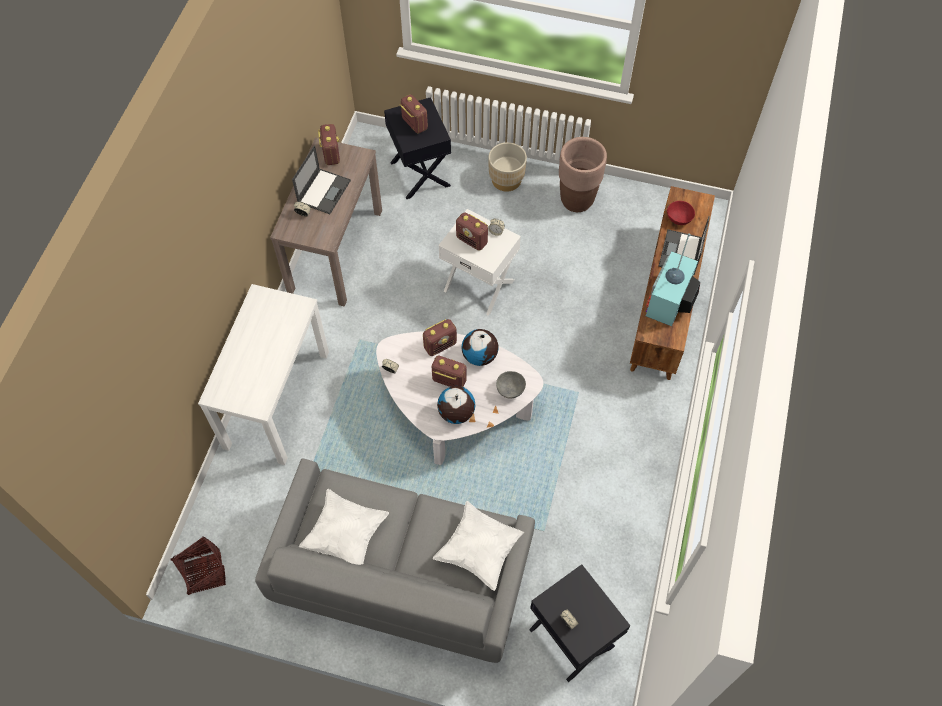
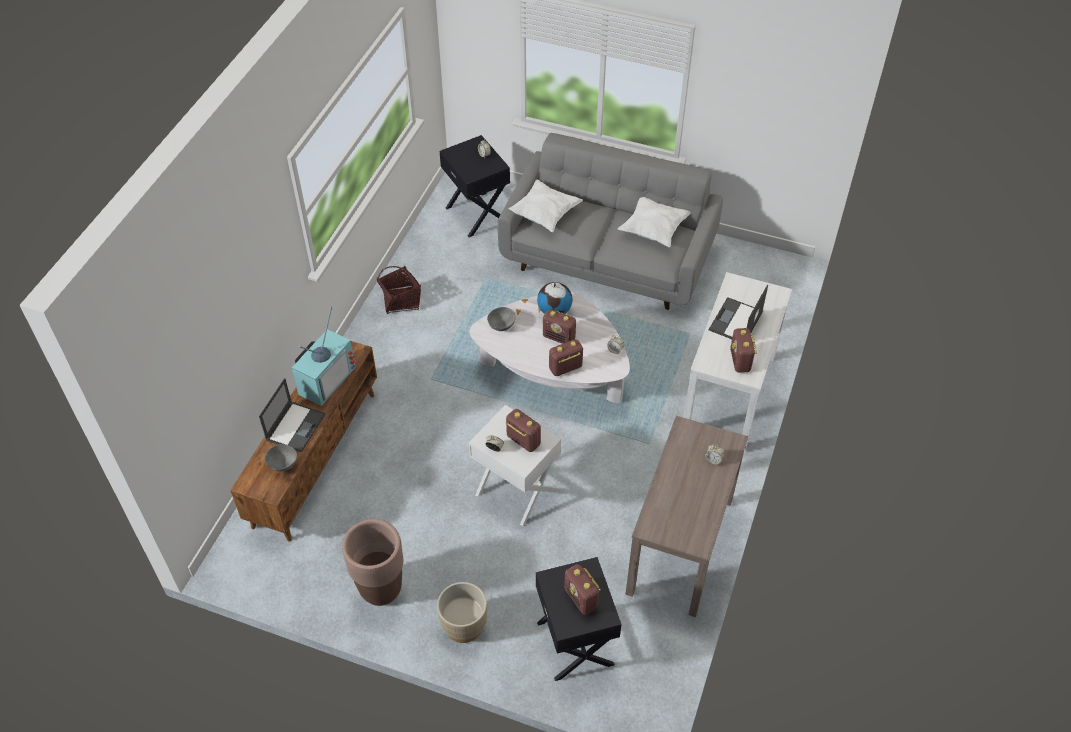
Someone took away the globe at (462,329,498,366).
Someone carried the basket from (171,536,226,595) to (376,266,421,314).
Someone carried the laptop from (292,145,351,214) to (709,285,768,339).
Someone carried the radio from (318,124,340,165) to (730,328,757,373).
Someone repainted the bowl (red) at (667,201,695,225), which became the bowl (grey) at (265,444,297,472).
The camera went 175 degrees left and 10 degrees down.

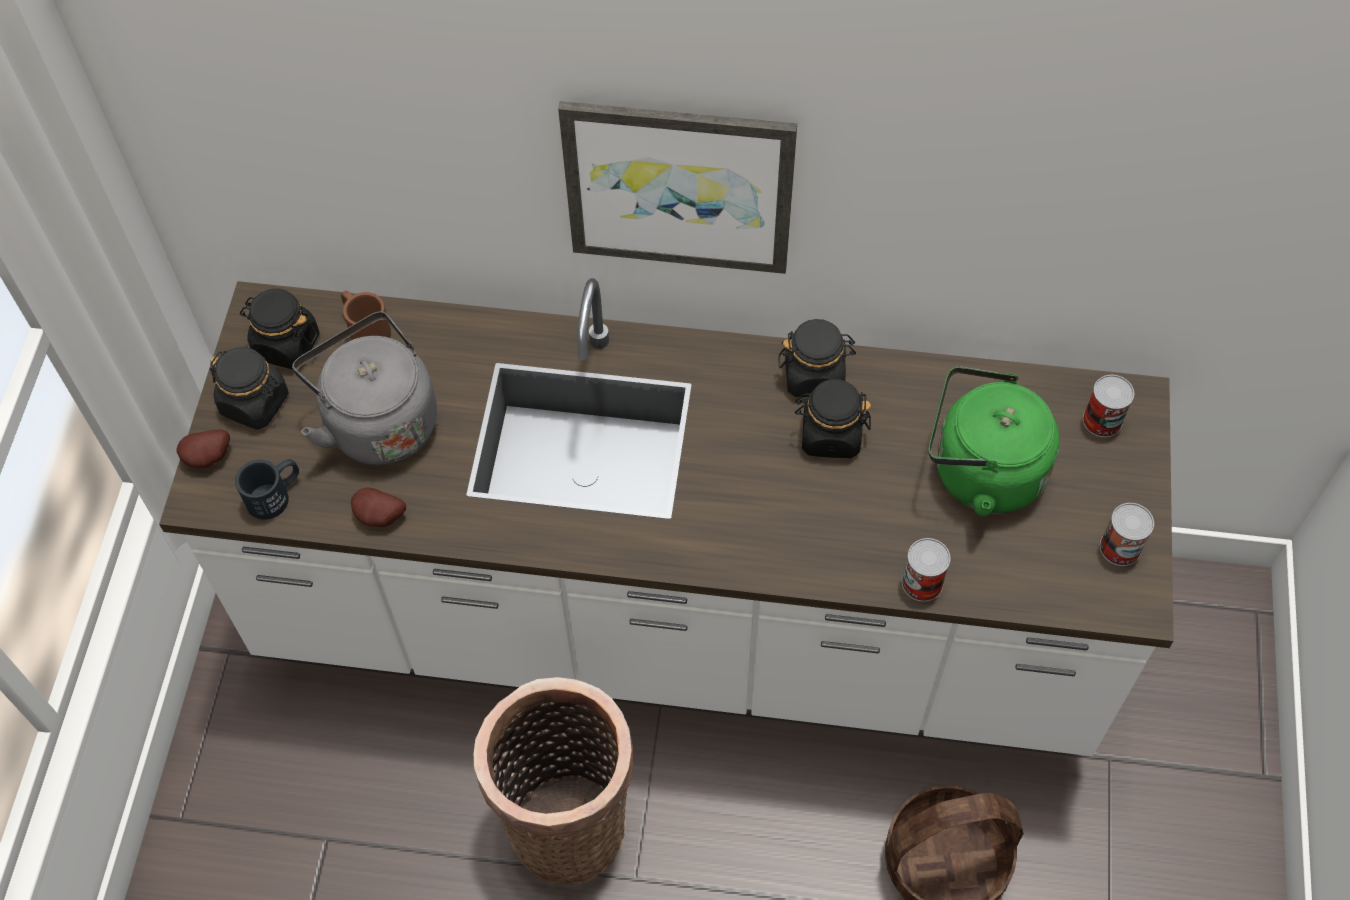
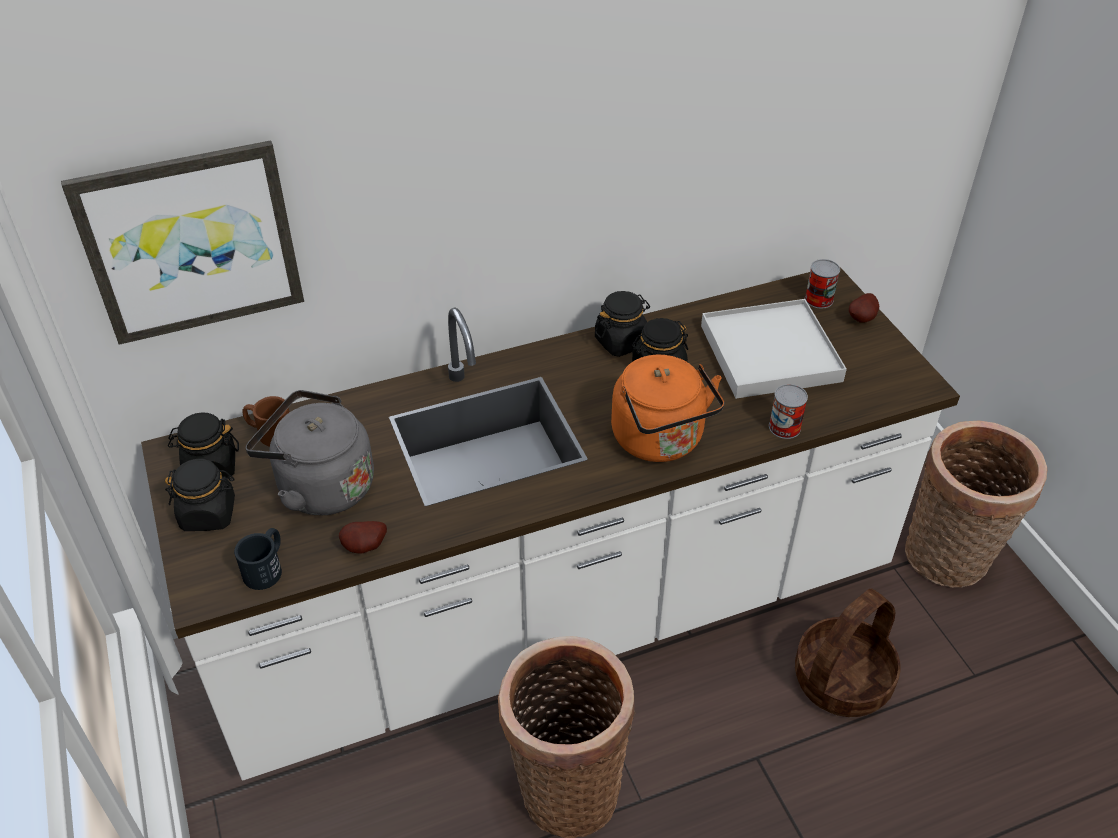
Someone took away the can at (1100,503,1154,566).
Someone put down the kettle (orange) at (611,355,724,462).
Someone put down the basket at (905,420,1047,587).
Someone carried the potato from (176,429,230,468) to (849,293,879,323).
Someone carried the picture from (558,101,797,274) to (61,140,304,345).
Someone swapped the kettle (green) at (928,366,1060,516) for the tray (white) at (701,299,847,399).
The camera went 30 degrees left and 15 degrees down.

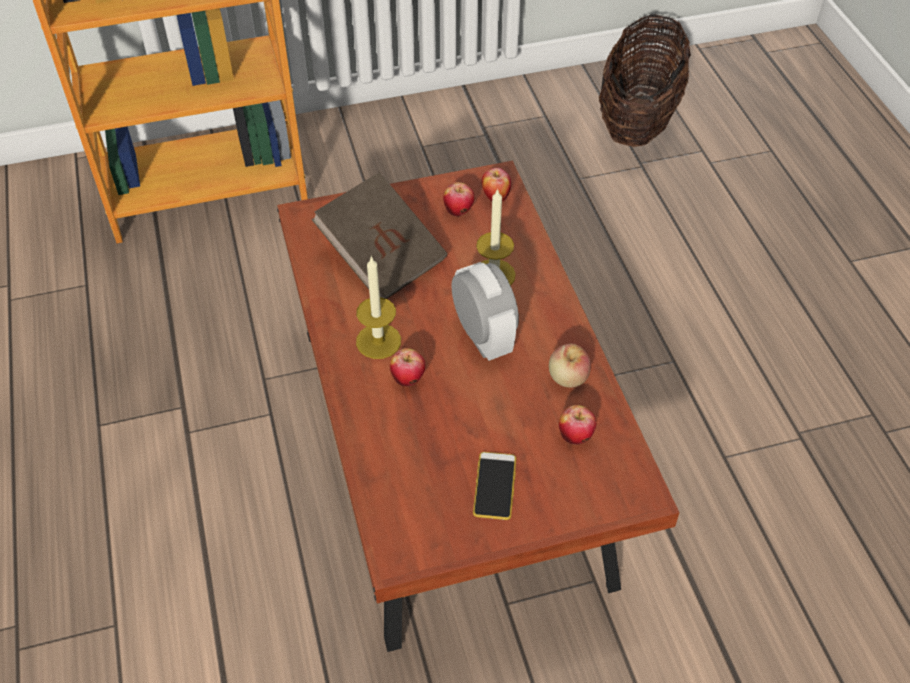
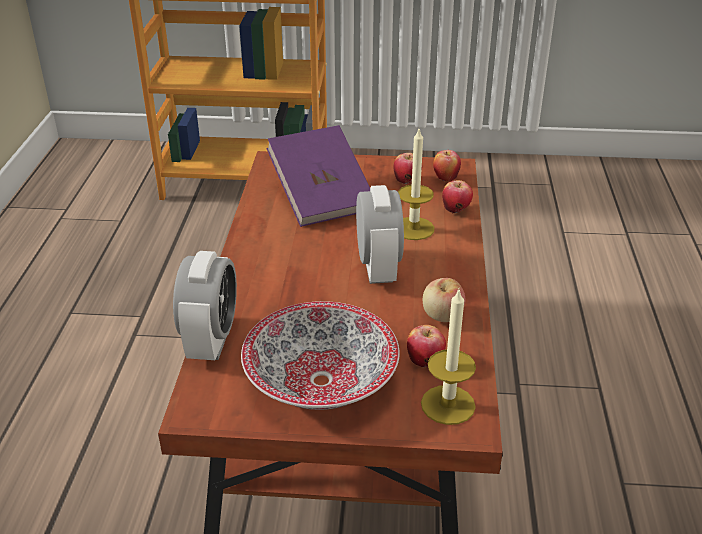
Someone took away the basket at (599,14,691,147).
Someone put down the alarm clock at (173,251,237,360).
Someone carried the candle from (356,256,401,359) to (421,290,476,425).
Someone carried the apple from (390,348,425,387) to (442,180,473,214).
Someone swapped the phone at (473,452,516,520) for the bowl at (241,301,400,410).
Someone repainted the book (brown) at (312,172,448,299), which became the book (purple) at (267,125,370,227).
The camera went 20 degrees right and 15 degrees down.

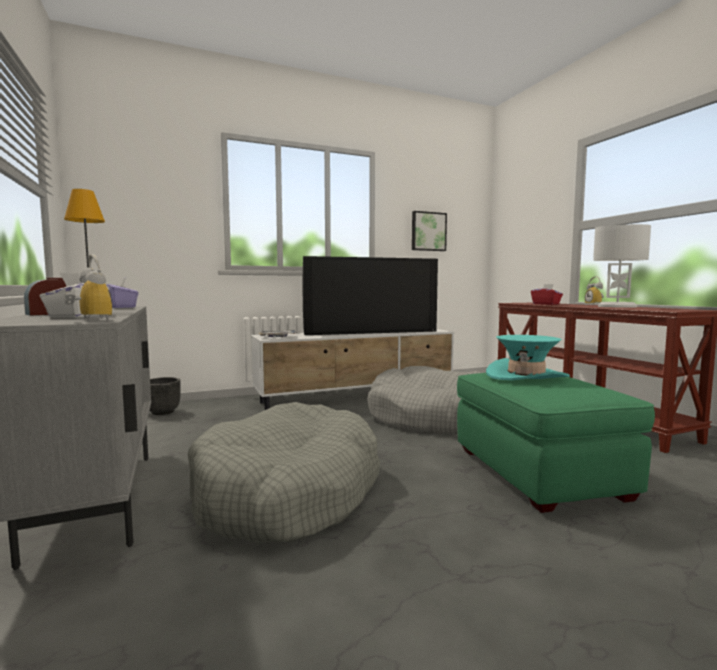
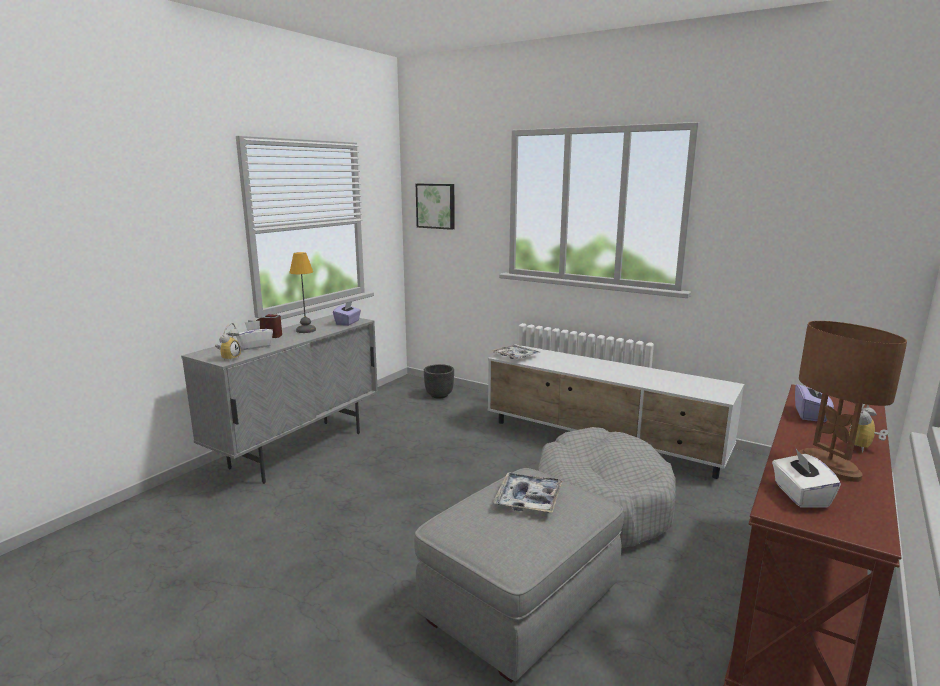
Someone took away the dog bed (grey) at (188,402,380,543).
Someone took away the television at (302,256,438,335).
Someone put down the tissue box (white) at (772,449,841,508).
Someone carried the picture from (412,211,447,251) to (416,184,455,230).
Someone swapped the hat (turquoise) at (486,335,570,380) for the tray at (493,472,563,513).
Someone repainted the ottoman (green) at (457,373,655,513), which became the ottoman (grey) at (414,468,624,683).
Someone repainted the tissue box (red) at (531,284,563,305), which became the tissue box (purple) at (795,384,834,422).
Someone repainted the table lamp (white) at (593,224,651,308), which became the table lamp (brown) at (799,321,907,482).
The camera went 55 degrees right and 10 degrees up.

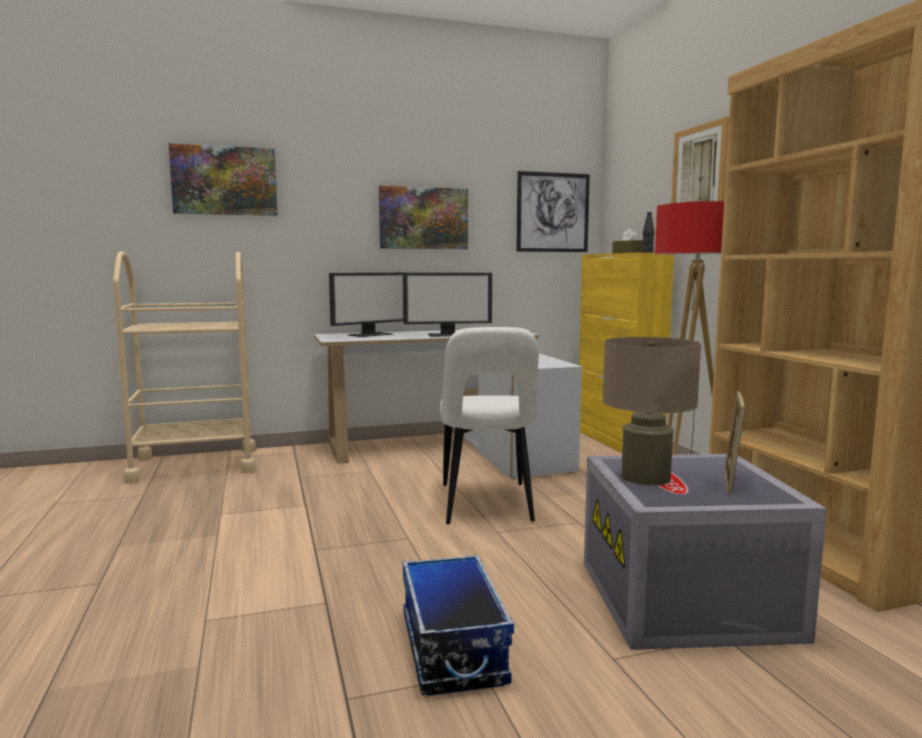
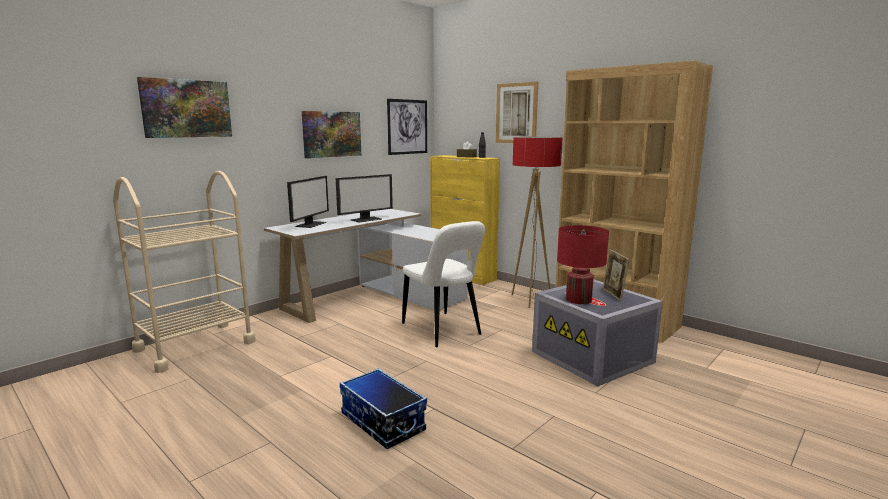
Someone carried the storage box from (403,555,514,696) to (340,368,427,449).
Someone repainted the table lamp (beige) at (602,337,701,486), which became the table lamp (red) at (557,225,609,304).
The camera went 30 degrees left and 5 degrees up.

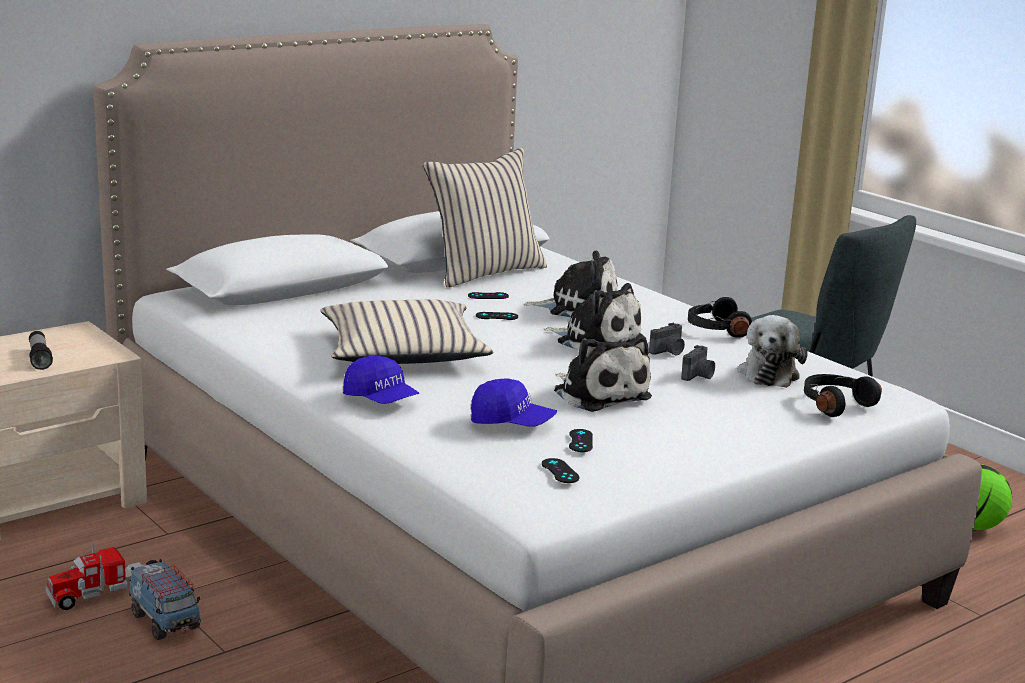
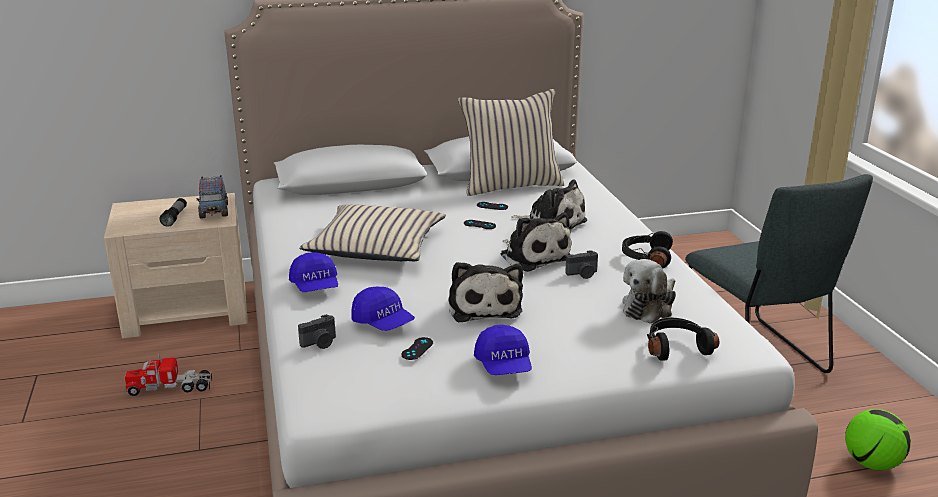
Someone took away the game controller (black) at (542,458,580,483).
Someone put down the cap (blue) at (474,325,532,375).
Someone carried the toy truck from (129,559,201,640) to (197,175,228,218).
Someone carried the photo camera from (681,345,715,381) to (298,314,336,349).
The camera went 25 degrees right and 5 degrees up.

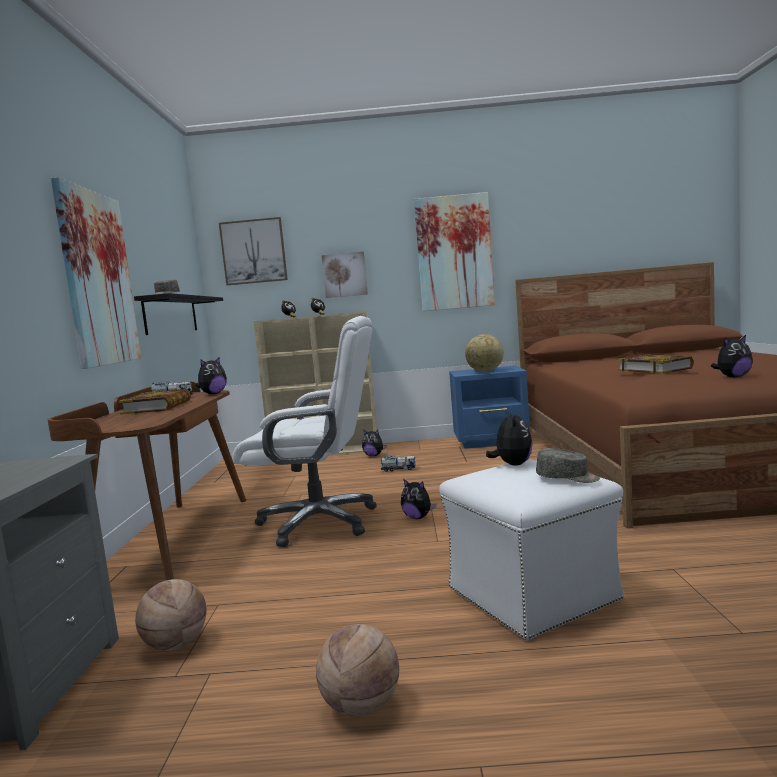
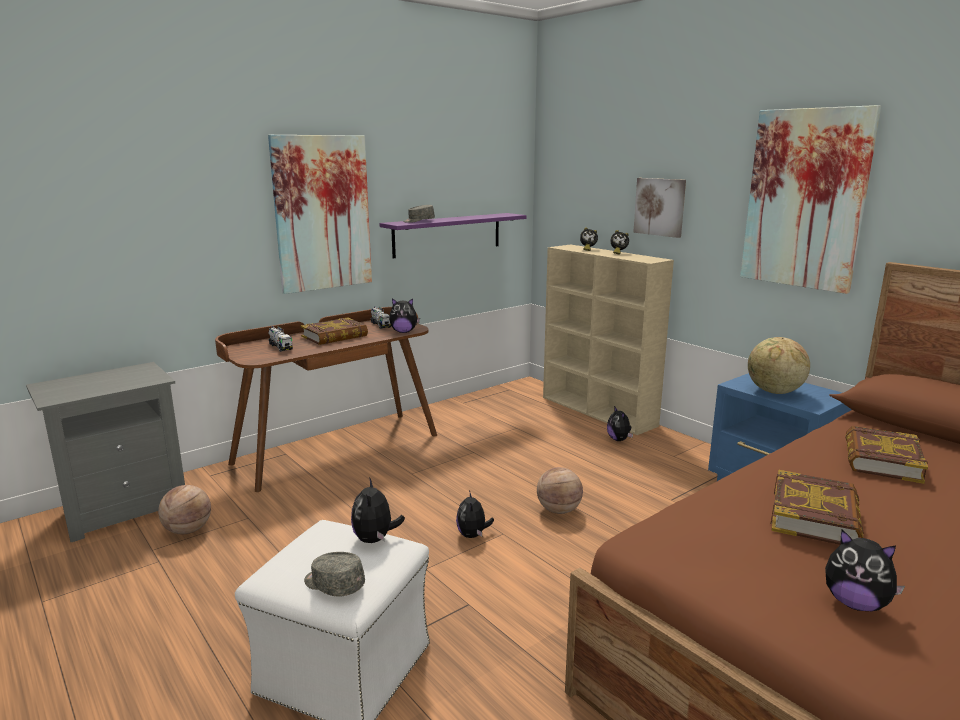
Someone took away the picture at (219,217,288,285).
Someone took away the office chair (white) at (232,316,376,547).
Someone put down the book at (845,426,928,484).
Someone carried the basketball from (316,624,399,717) to (537,467,583,514).
Someone carried the toy truck from (381,455,415,472) to (268,326,293,352).
Someone repainted the shelf (black) at (134,293,223,335), which became the shelf (purple) at (379,213,527,258).
Someone rotated the plush toy at (486,409,532,465) by 120 degrees clockwise.
Someone rotated the cap (grey) at (536,448,600,483) by 135 degrees clockwise.
The camera went 50 degrees right and 10 degrees up.

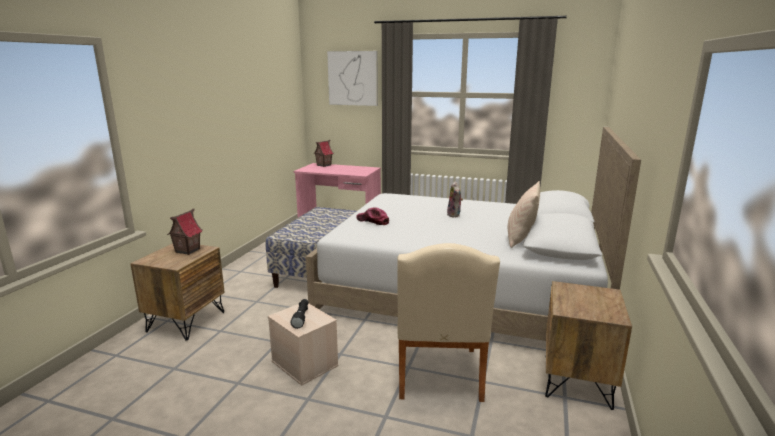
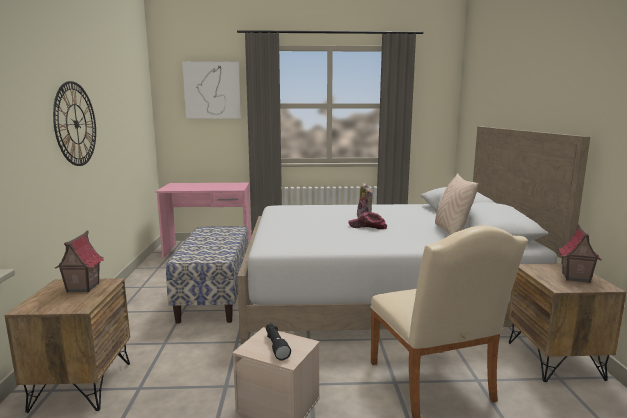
Someone put up the wall clock at (53,81,96,166).
Someone carried the toy house from (313,140,334,167) to (558,224,602,283).
Someone carried the cap from (356,207,389,225) to (348,212,387,229).
The camera went 20 degrees left and 5 degrees down.

